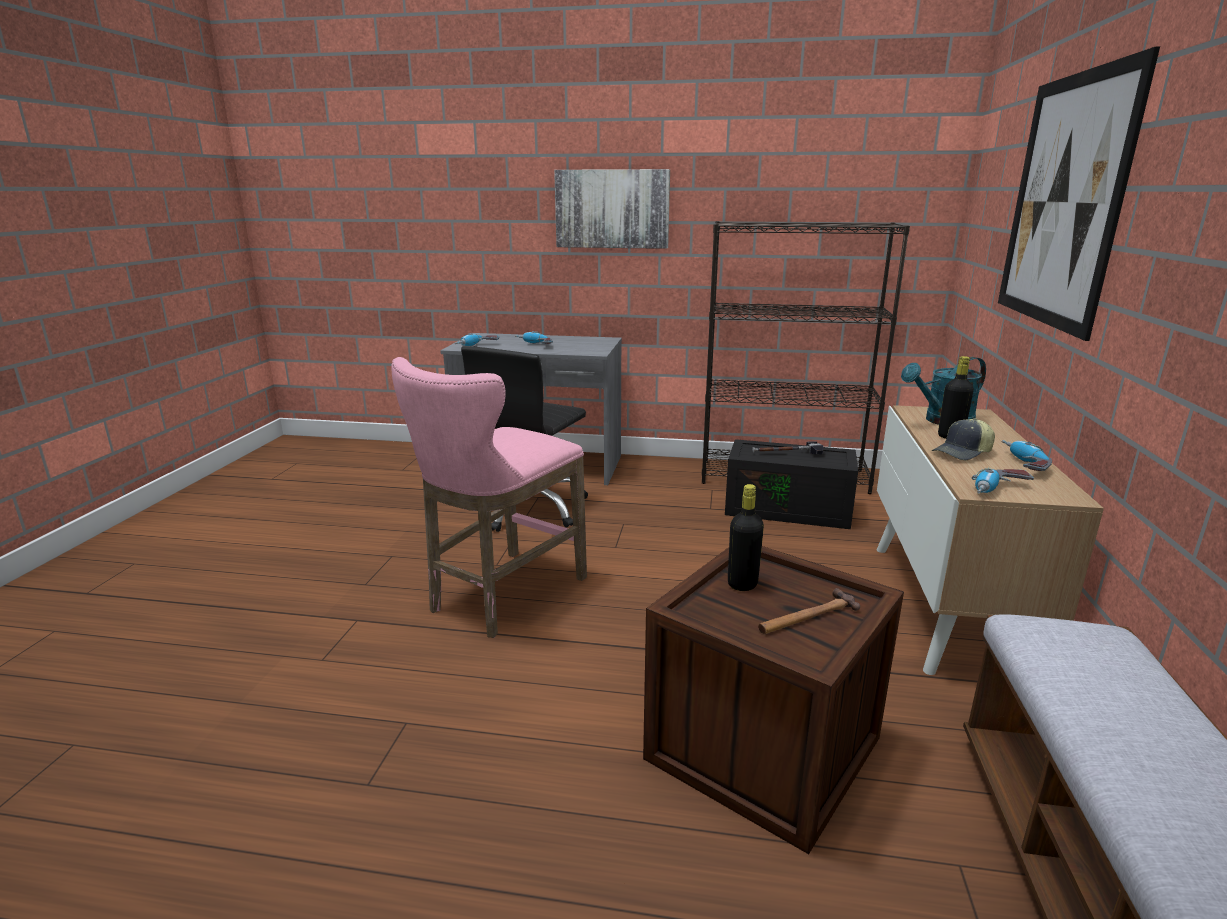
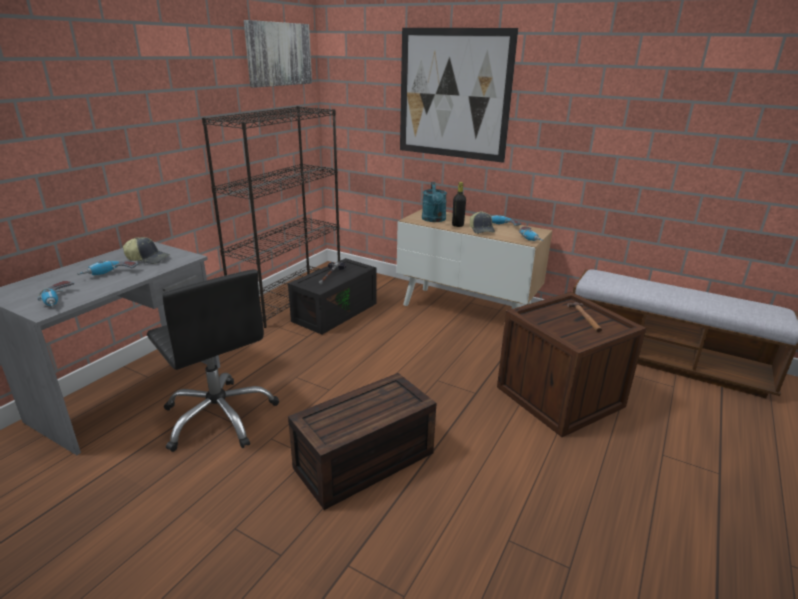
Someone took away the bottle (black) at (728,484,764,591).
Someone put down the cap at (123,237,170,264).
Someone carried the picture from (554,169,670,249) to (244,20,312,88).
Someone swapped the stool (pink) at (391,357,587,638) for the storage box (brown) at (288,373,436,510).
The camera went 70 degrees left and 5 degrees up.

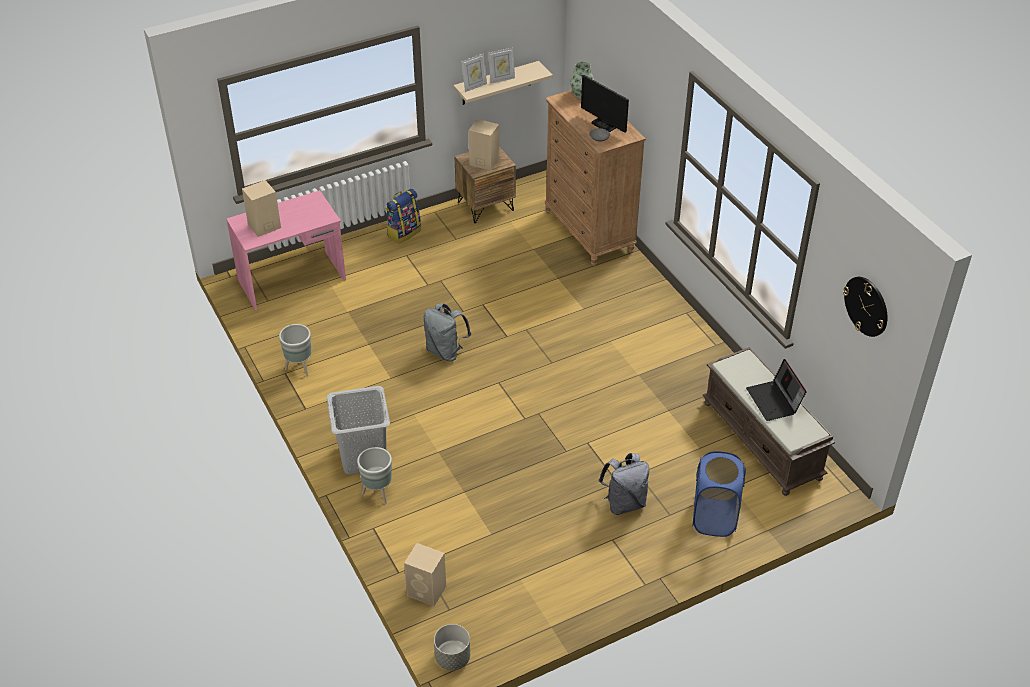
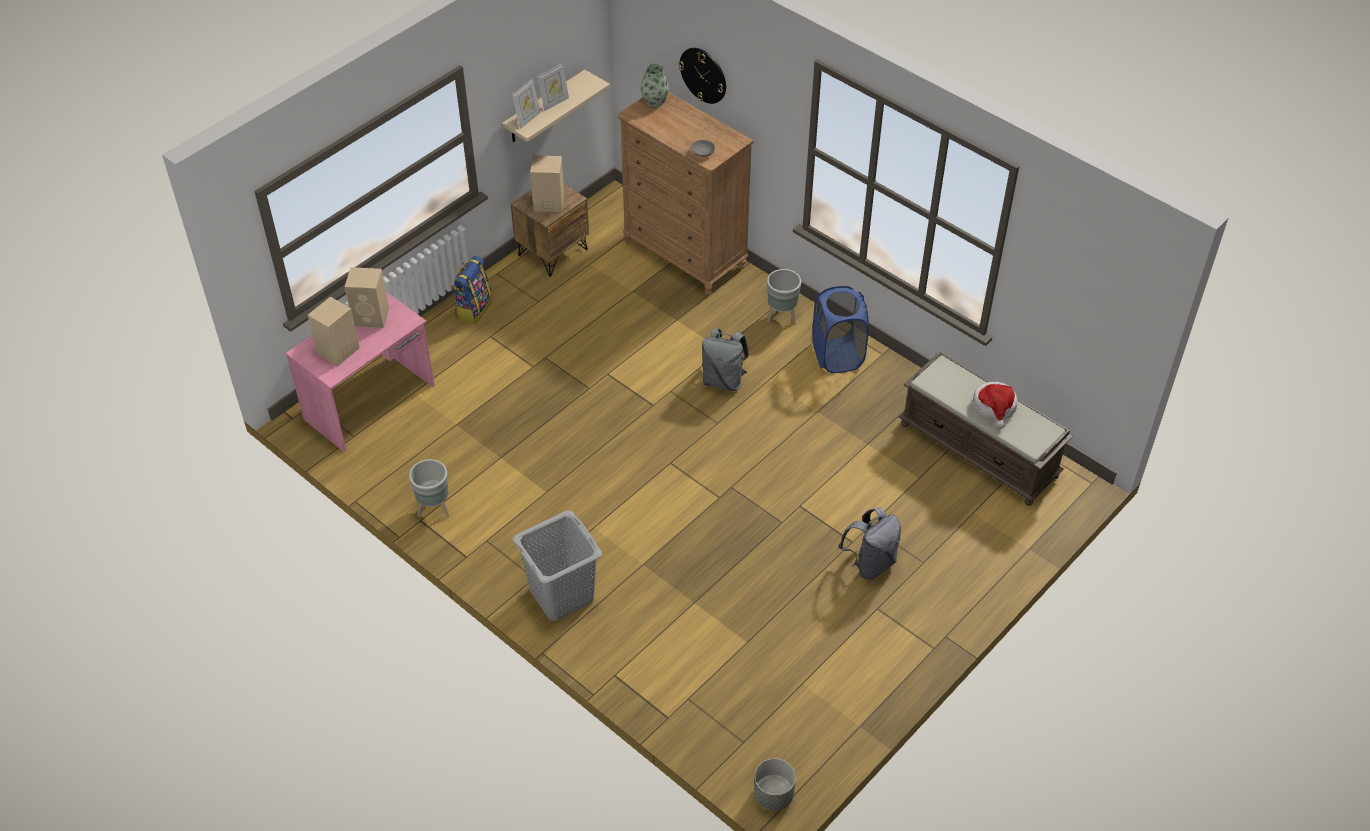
Someone took away the monitor at (581,75,629,133).
Someone carried the planter (grey) from (357,447,392,504) to (767,269,801,324).
Someone carried the speaker (beige) from (404,543,446,606) to (345,267,389,328).
Someone carried the backpack (grey) from (423,303,471,361) to (702,328,749,391).
Someone carried the laundry basket (blue) from (692,451,746,537) to (812,286,869,373).
Someone carried the wall clock from (843,277,887,337) to (678,48,726,104).
Someone swapped the laptop at (746,359,807,421) for the hat at (973,382,1017,429).
The camera went 20 degrees left and 5 degrees up.

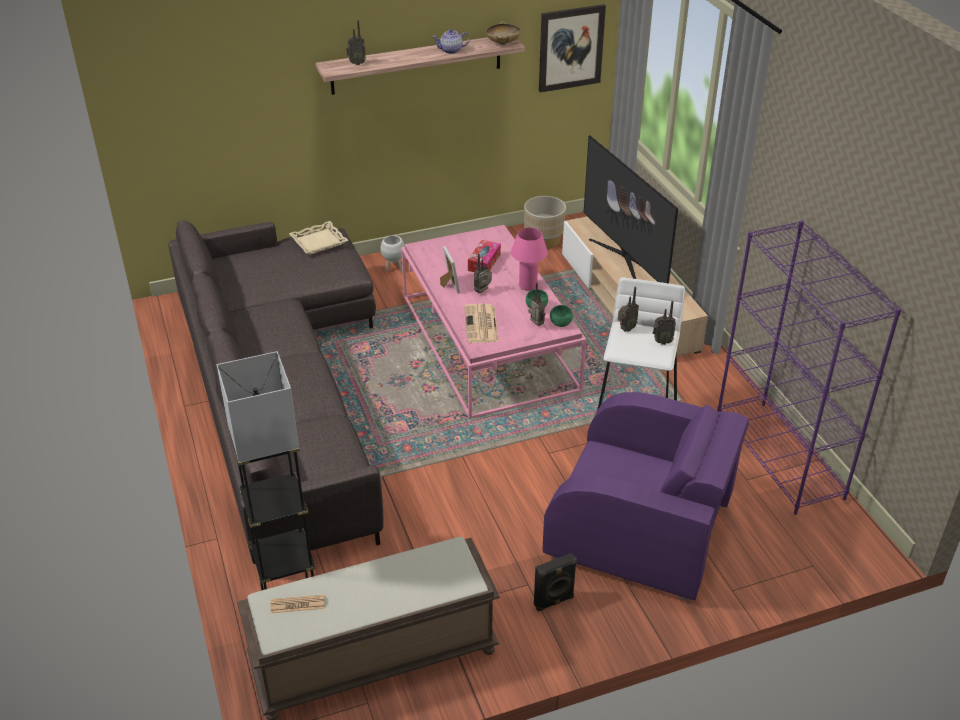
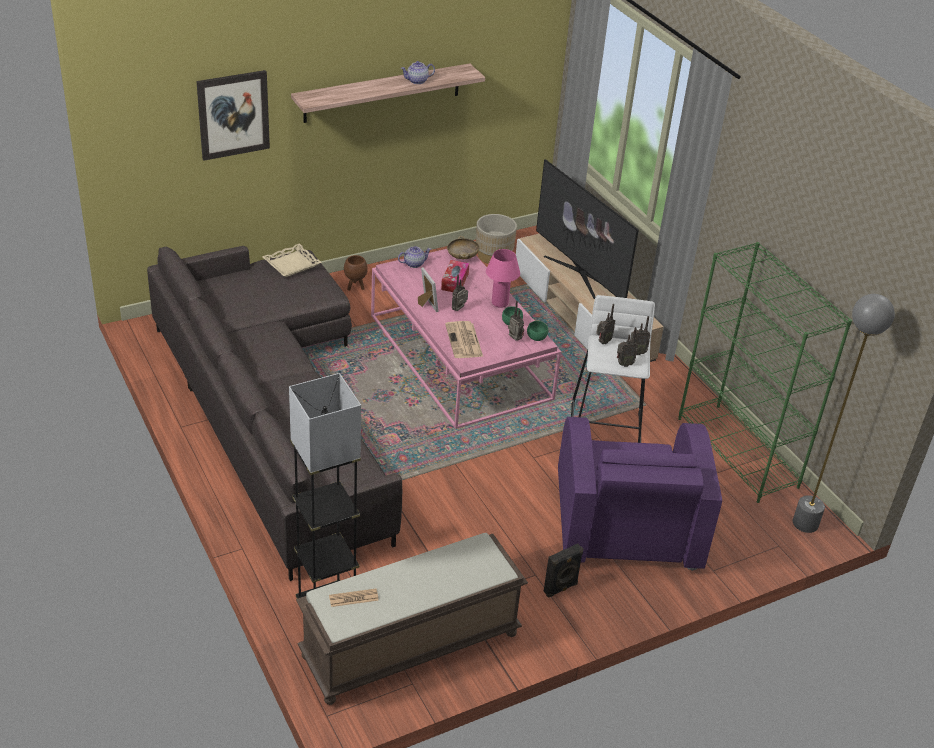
Someone put down the teapot at (398,246,431,268).
Someone put down the floor lamp (grey) at (793,294,895,533).
Someone carried the radio from (346,20,366,65) to (617,327,638,367).
Someone carried the bowl (beige) from (486,21,521,45) to (447,236,480,259).
Someone carried the picture from (539,4,606,93) to (196,70,270,161).
Someone repainted the planter (white) at (380,235,405,272), which became the planter (brown) at (344,255,368,291).
Someone repainted the bookcase (purple) at (717,220,902,515), which became the bookcase (green) at (678,242,852,503).
Someone rotated the armchair (purple) at (543,392,749,600) by 75 degrees clockwise.
The camera went 10 degrees left and 0 degrees up.

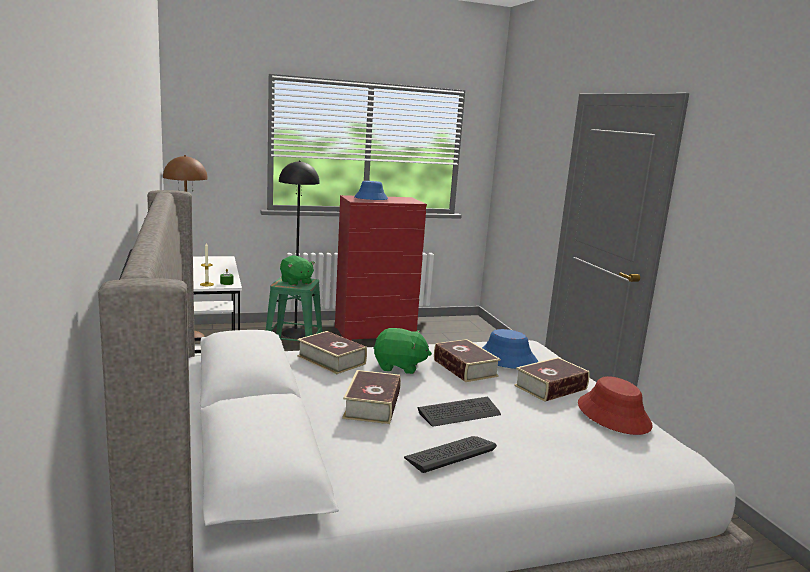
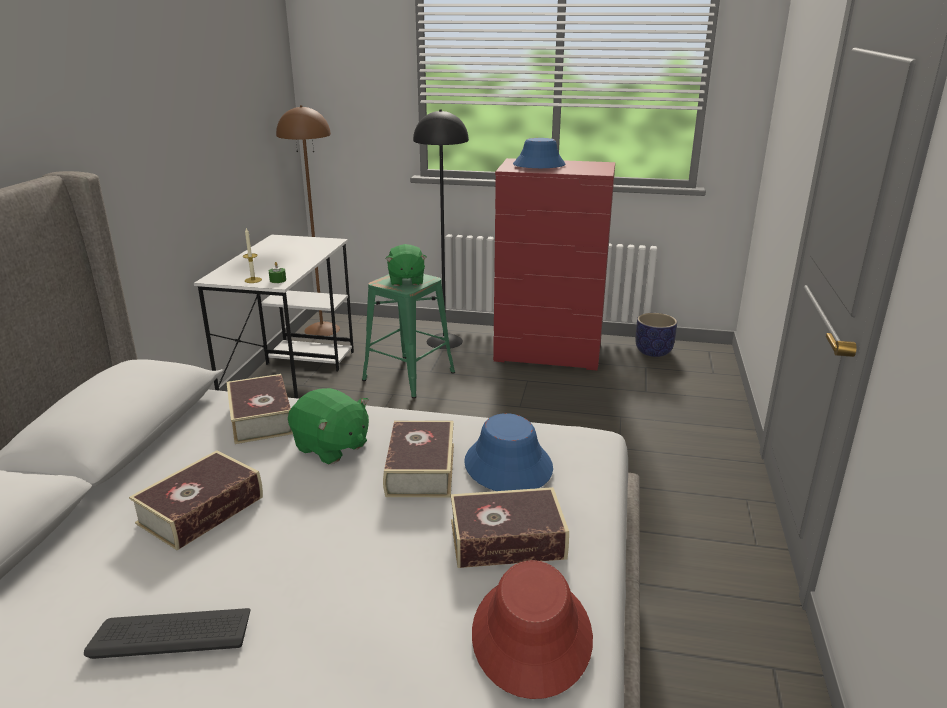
Someone took away the keyboard at (417,397,501,427).
Someone put down the planter at (636,313,677,357).
The camera went 30 degrees right and 10 degrees up.

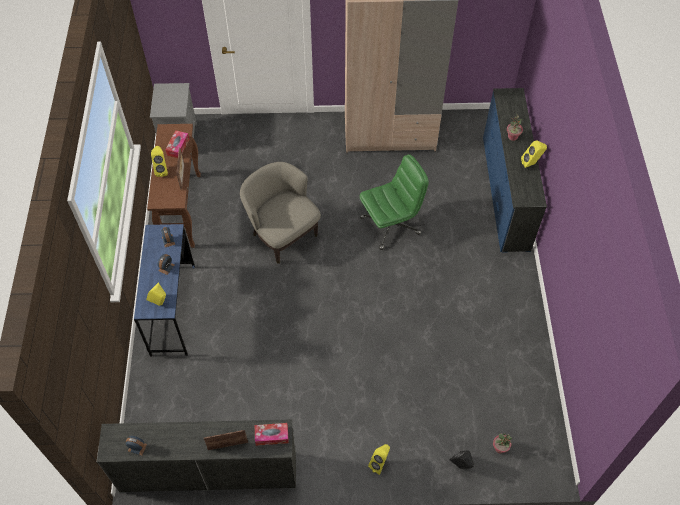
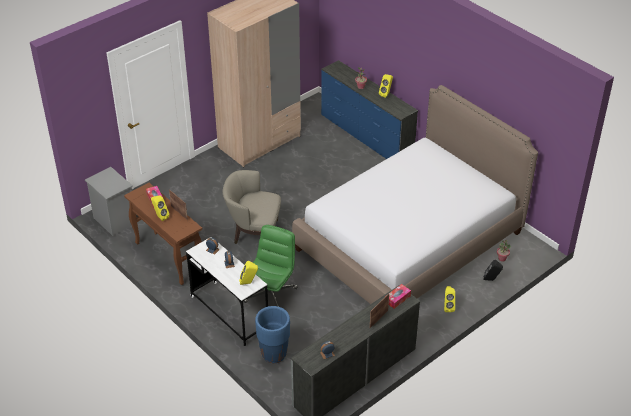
Someone put down the planter (blue) at (255,306,290,363).
Someone put down the bed at (292,85,538,304).
Someone carried the office chair (green) from (360,154,429,250) to (244,225,298,307).
Someone repainted the desk (blue) at (134,224,195,357), which became the desk (white) at (186,237,268,346).
The camera went 40 degrees left and 15 degrees down.

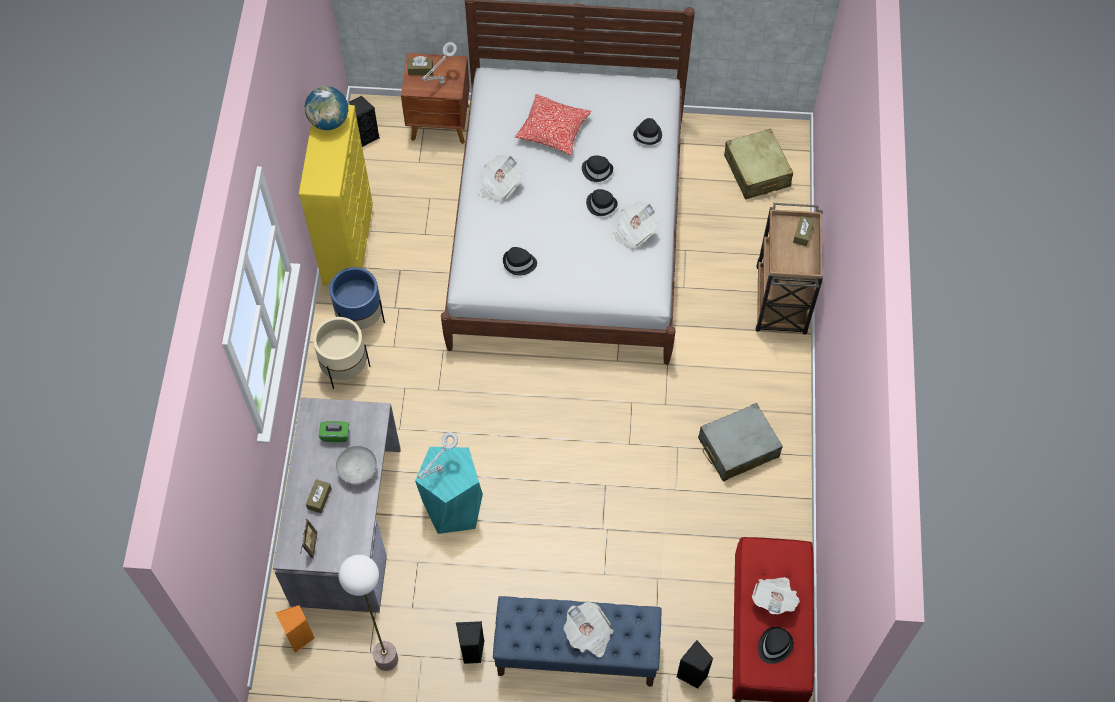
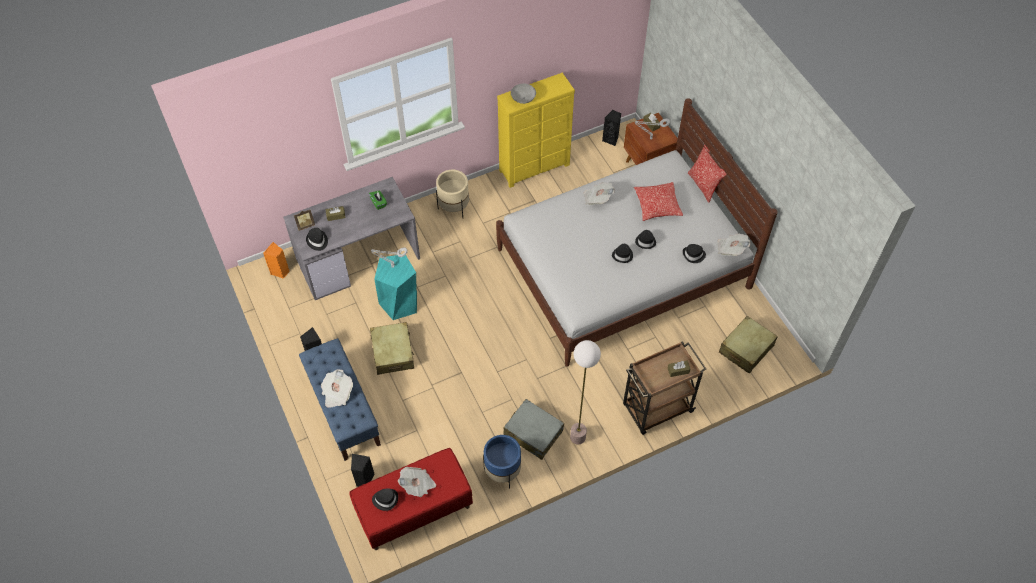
Someone took away the globe at (305,86,348,130).
Someone put down the suitcase (beige) at (370,322,414,375).
Someone put down the pillow at (688,145,727,203).
Someone carried the planter (blue) from (329,267,385,330) to (483,435,521,489).
Someone carried the bowl (grey) from (336,446,377,484) to (511,83,536,104).
Someone carried the floor lamp from (338,555,398,671) to (570,340,601,445).
Someone carried the hat (black) from (503,247,537,276) to (306,228,328,251).
Someone carried the newspaper from (611,201,658,249) to (717,233,751,256).
The camera went 60 degrees right and 5 degrees down.

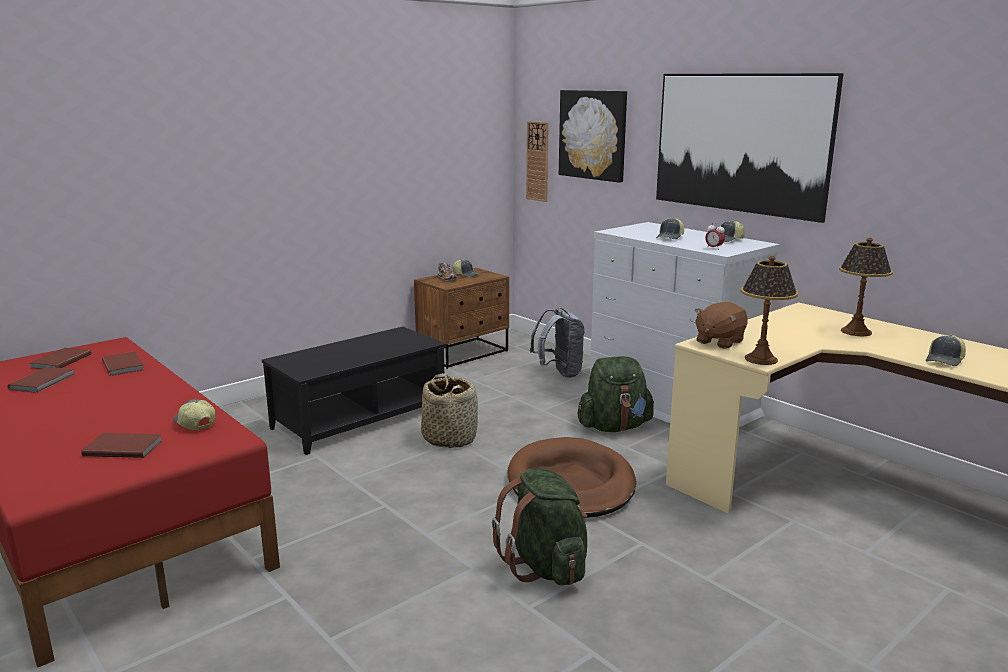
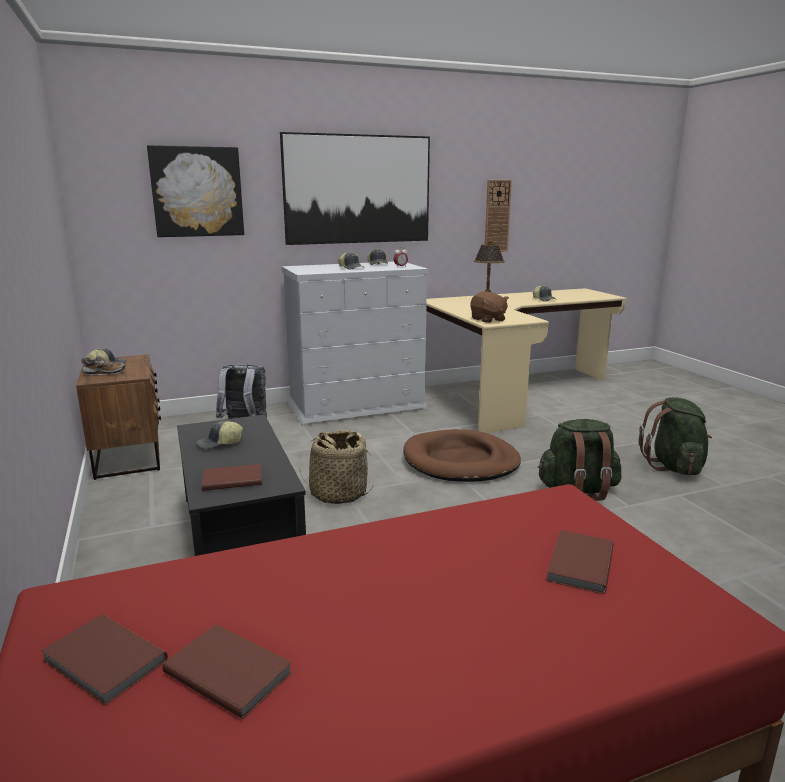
Someone took away the table lamp at (740,256,798,365).
Someone carried the book (brown) from (102,351,144,376) to (202,464,262,491).
Someone carried the cap from (173,399,215,431) to (196,421,243,449).
Someone carried the wall clock from (526,121,549,202) to (485,180,512,252).
Someone carried the backpack (green) from (577,356,654,432) to (639,397,712,475).
The camera went 70 degrees left and 0 degrees up.

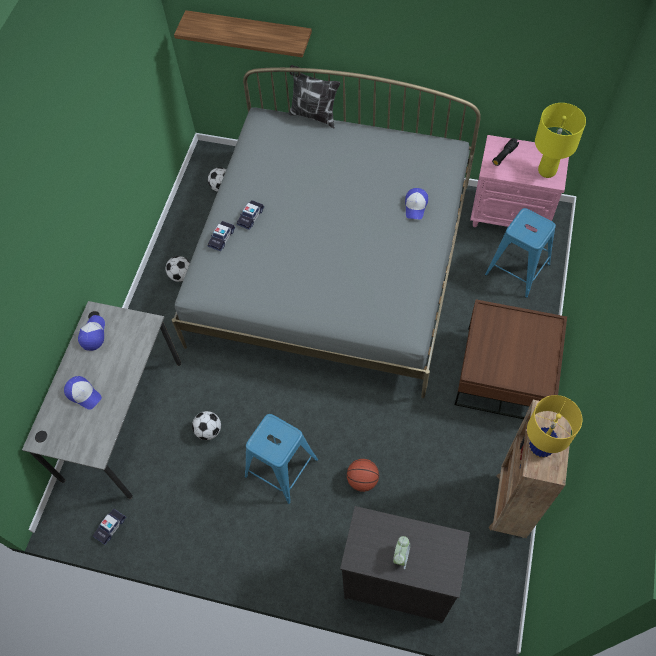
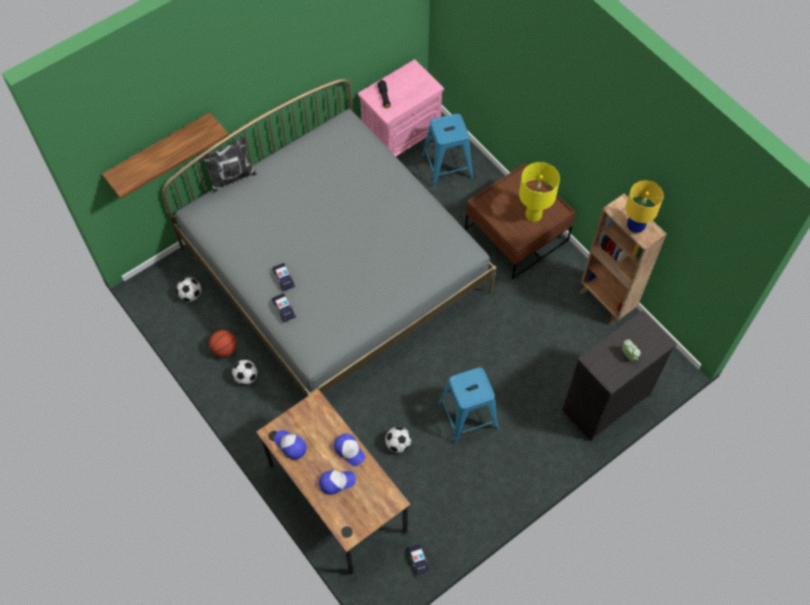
Someone carried the basketball from (347,459,379,492) to (209,330,237,357).
Someone carried the cap from (405,188,428,220) to (334,434,365,466).
Someone carried the table lamp (yellow) from (535,103,586,178) to (519,162,560,222).
Someone repainted the desk (grey) at (22,301,181,499), which became the desk (brown) at (256,389,411,575).
The camera went 55 degrees left and 0 degrees up.

